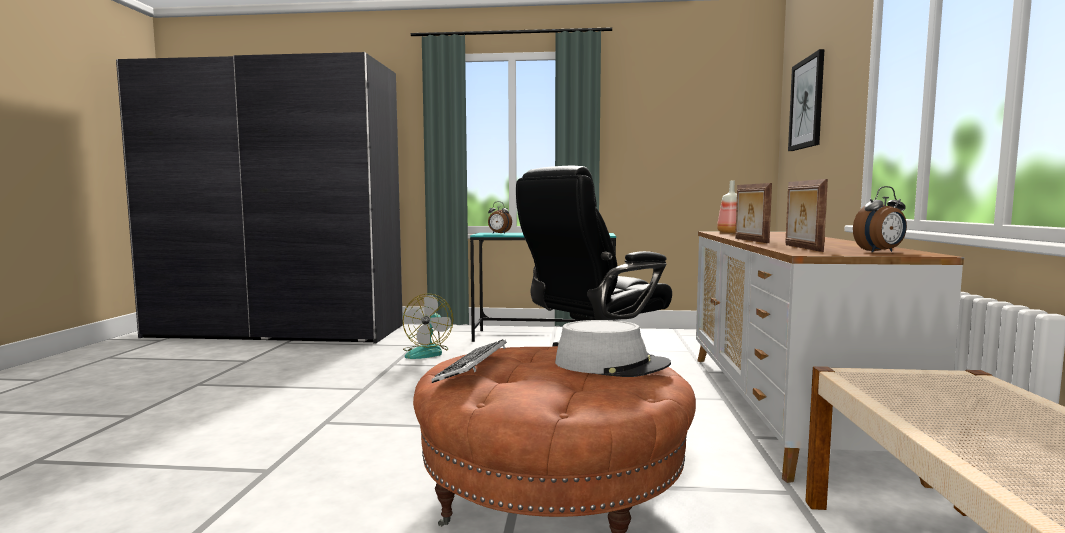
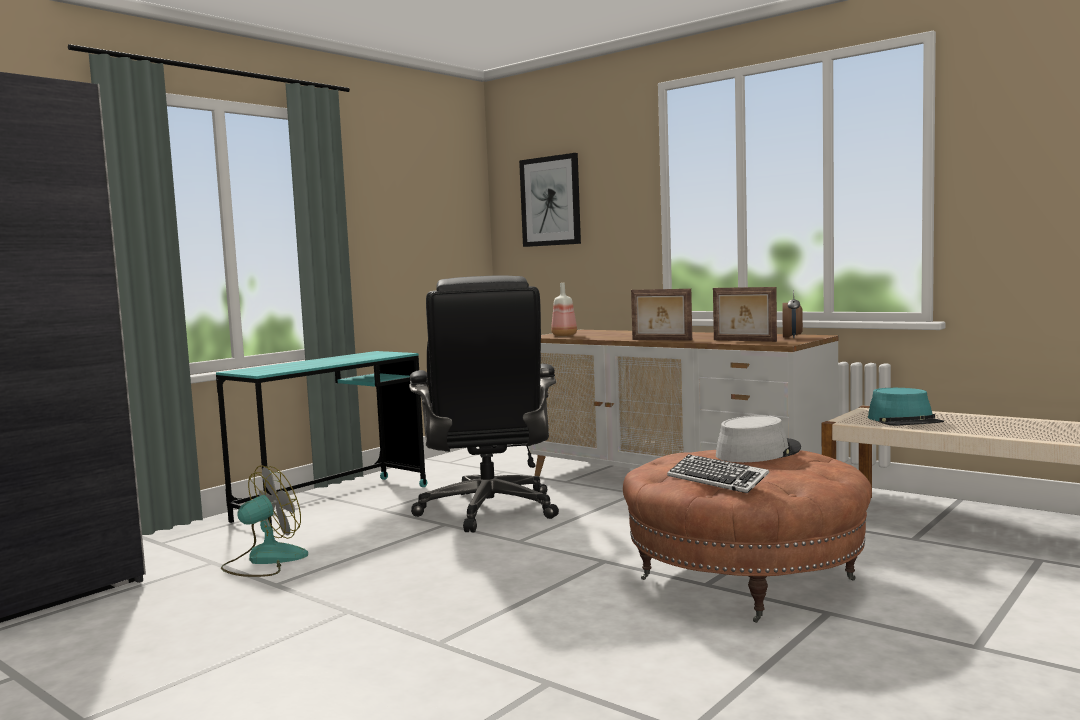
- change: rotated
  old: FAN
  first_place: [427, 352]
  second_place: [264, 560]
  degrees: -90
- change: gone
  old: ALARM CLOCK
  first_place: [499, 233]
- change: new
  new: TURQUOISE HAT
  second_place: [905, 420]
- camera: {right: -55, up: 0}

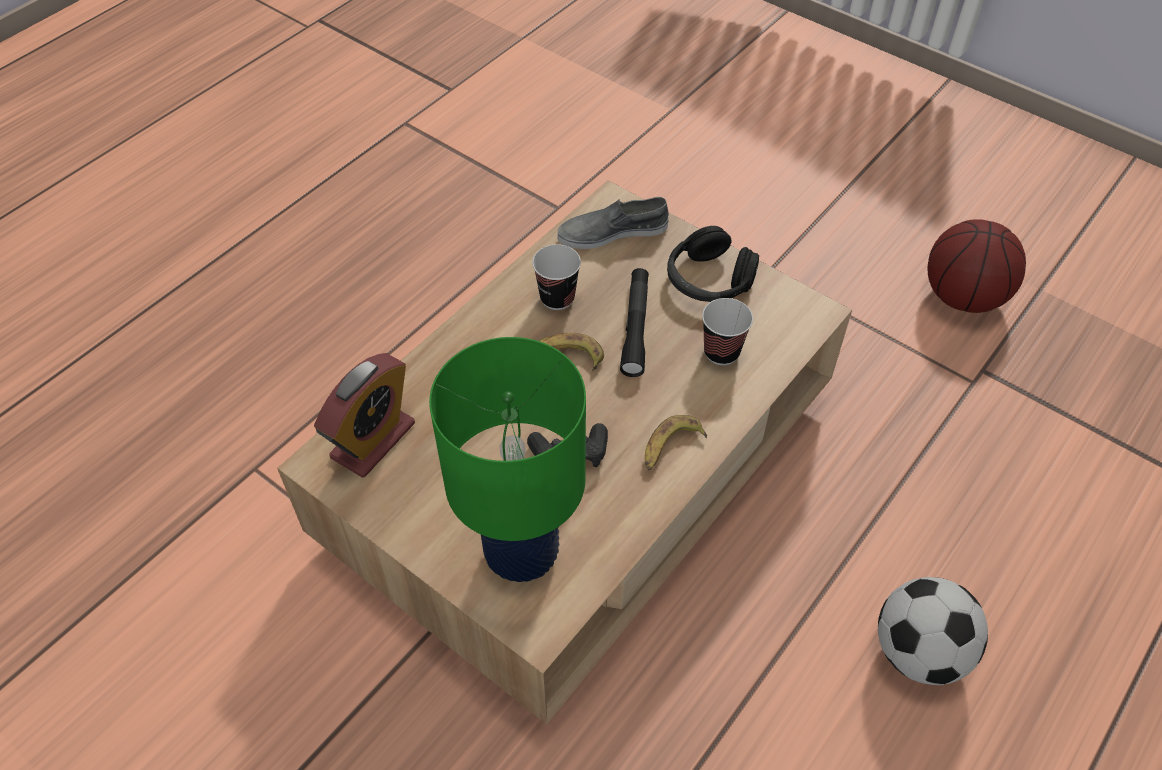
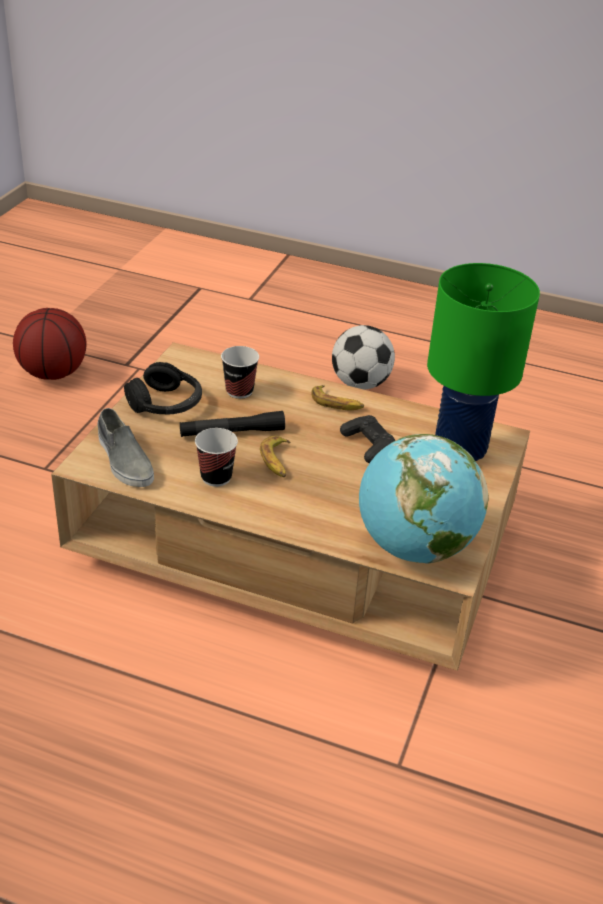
- change: swapped
  old: ALARM CLOCK
  new: GLOBE
  first_place: [373, 440]
  second_place: [414, 547]
- camera: {right: -110, up: -15}

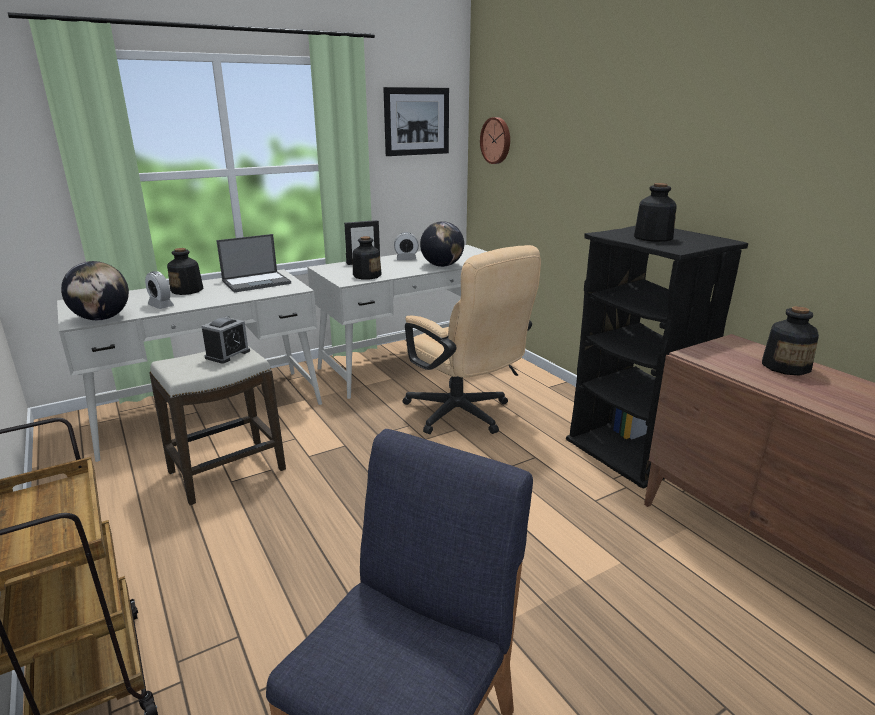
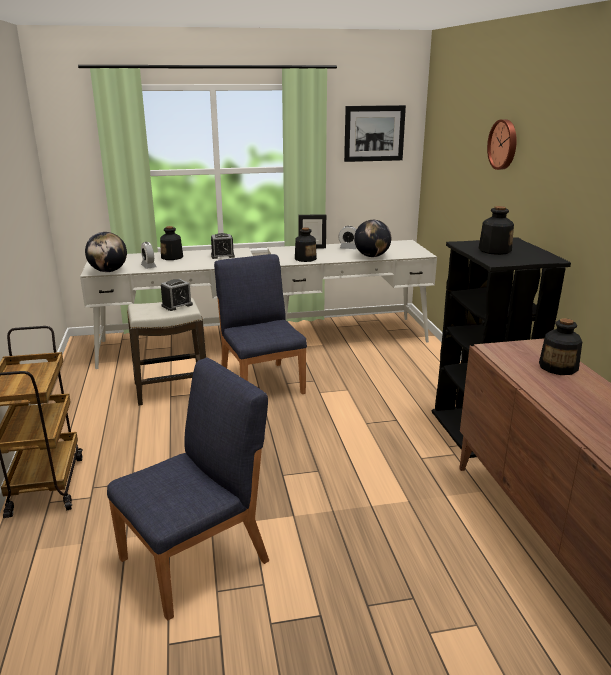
- change: swapped
  old: LAPTOP
  new: ALARM CLOCK
  first_place: [257, 282]
  second_place: [222, 256]
- change: gone
  old: BEIGE OFFICE CHAIR
  first_place: [464, 416]
- change: shifted
  old: WALL CLOCK
  first_place: [496, 140]
  second_place: [504, 144]
- change: new
  new: BLUE CHAIR
  second_place: [262, 383]
- camera: {right: 20, up: 0}

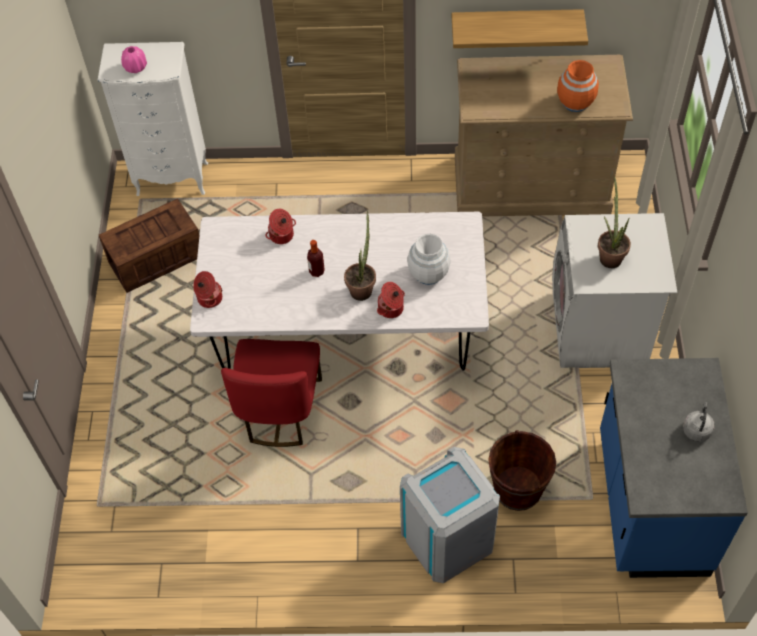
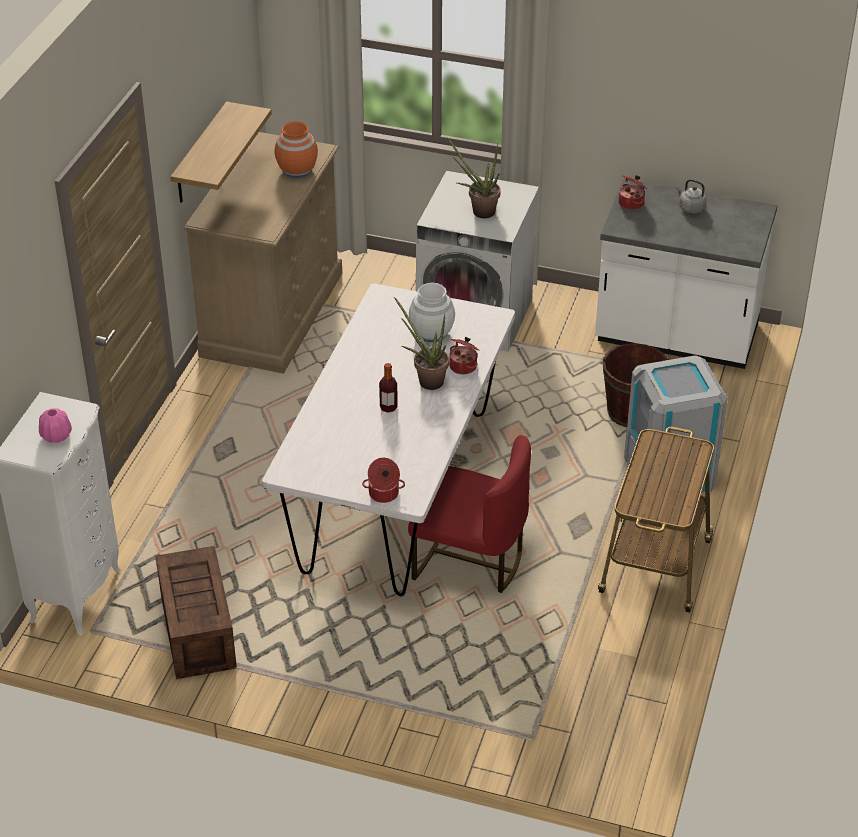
- change: shifted
  old: COOKING POT
  first_place: [282, 236]
  second_place: [632, 203]
- change: repainted
  old: BLUE COUNTER
  new: WHITE COUNTER
  first_place: [649, 504]
  second_place: [676, 337]
- change: new
  new: CART
  second_place: [654, 568]
- camera: {right: -75, up: -15}

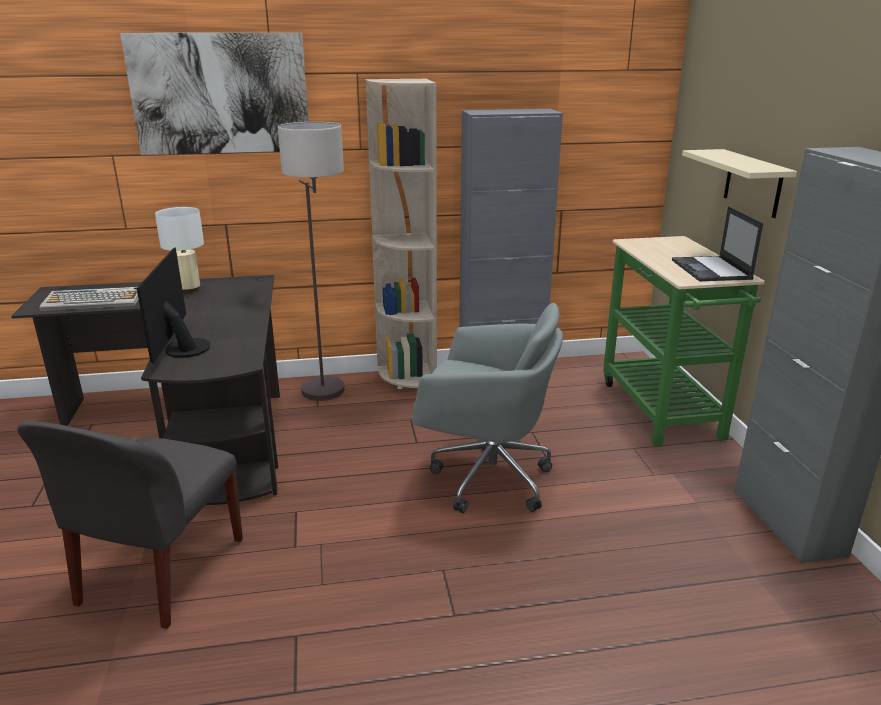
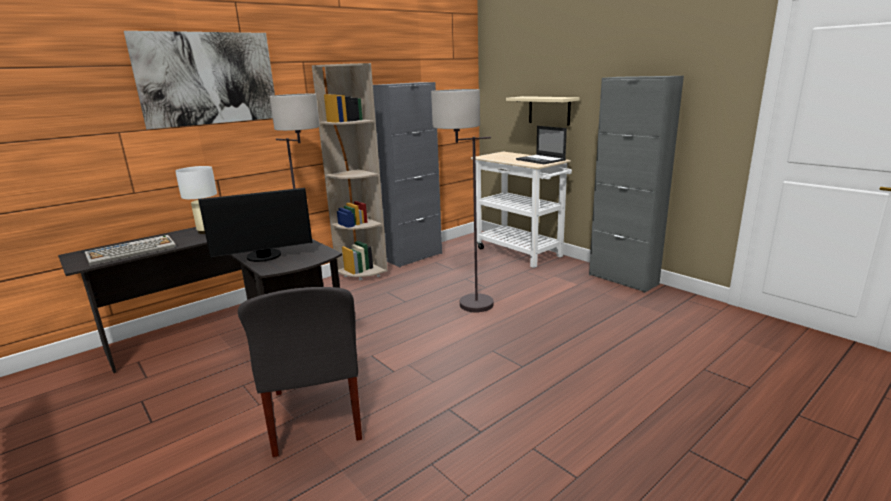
- change: rotated
  old: MONITOR
  first_place: [182, 349]
  second_place: [264, 257]
  degrees: -75
- change: swapped
  old: GREY OFFICE CHAIR
  new: GREY FLOOR LAMP
  first_place: [485, 479]
  second_place: [466, 306]
- change: repainted
  old: GREEN CART
  new: WHITE CART
  first_place: [661, 410]
  second_place: [519, 252]
- camera: {right: -30, up: -5}

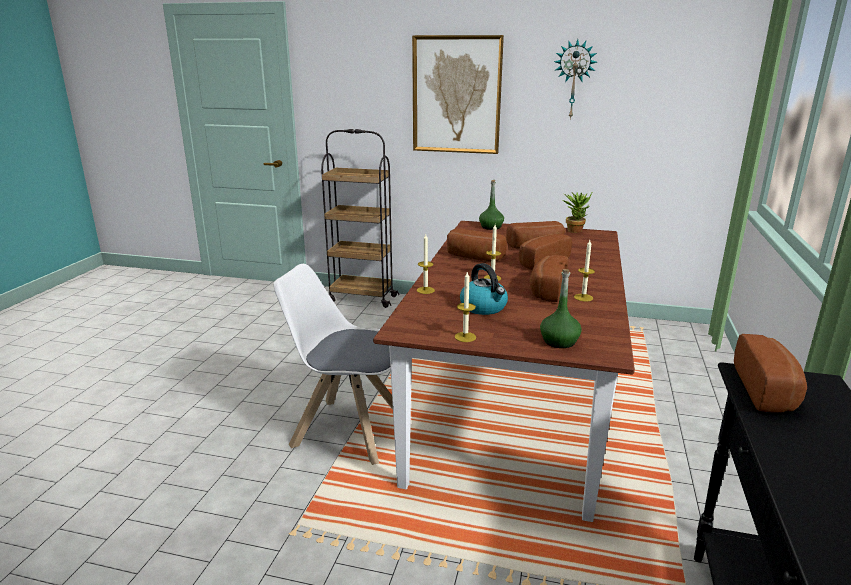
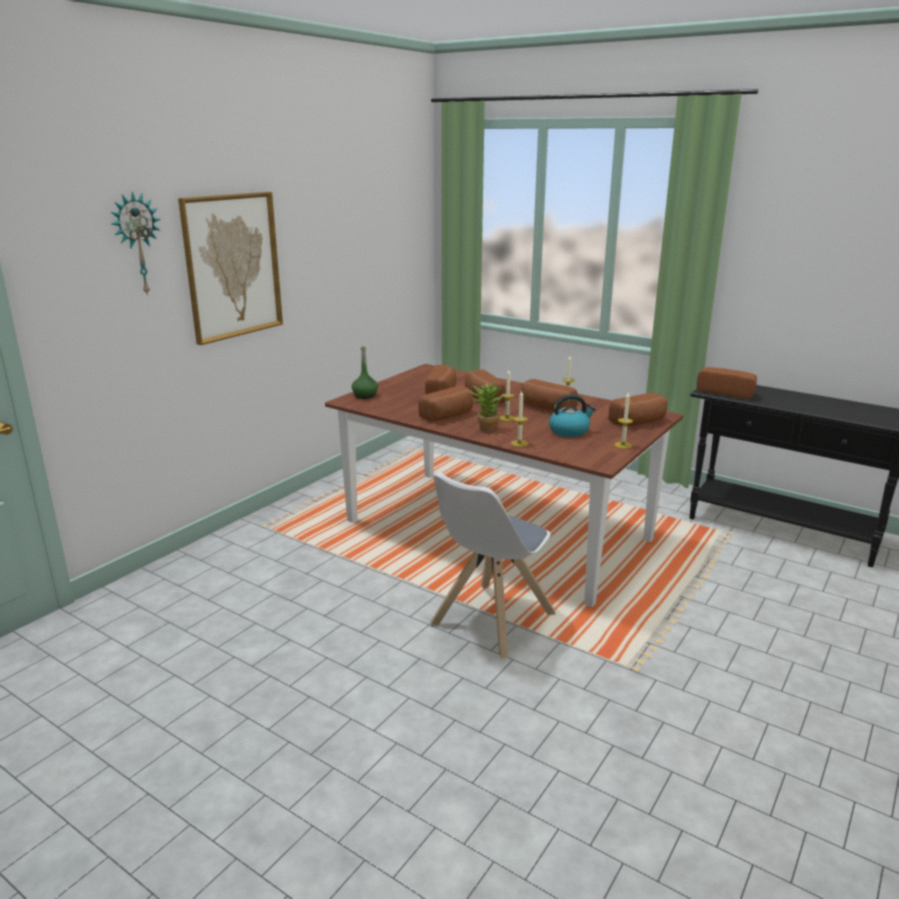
- change: gone
  old: BROWN CART
  first_place: [362, 299]
- change: swapped
  old: GREEN BOTTLE
  new: BREAD
  first_place: [559, 341]
  second_place: [640, 422]
- change: shifted
  old: WALL CLOCK
  first_place: [574, 79]
  second_place: [137, 244]
- change: shifted
  old: POTTED PLANT
  first_place: [575, 230]
  second_place: [485, 427]
- camera: {right: -70, up: 0}

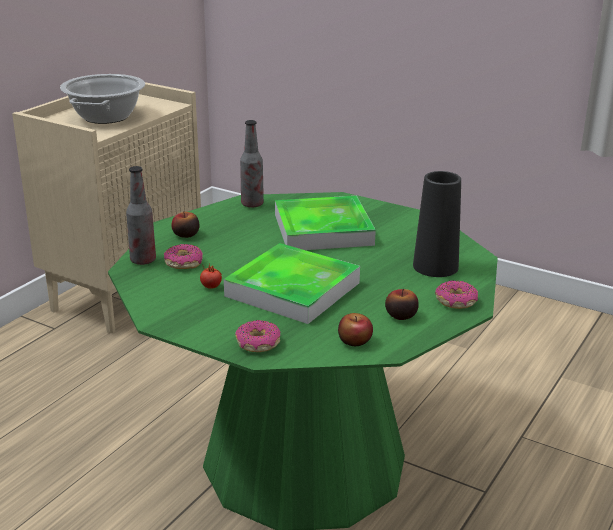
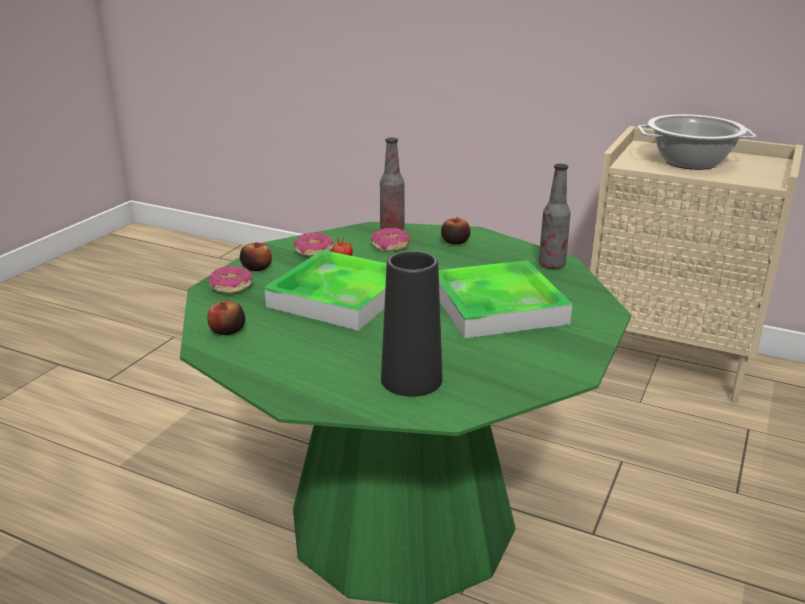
- change: shifted
  old: APPLE
  first_place: [401, 315]
  second_place: [256, 267]
- change: shifted
  old: DONUT
  first_place: [456, 301]
  second_place: [313, 251]
- camera: {right: 85, up: 0}

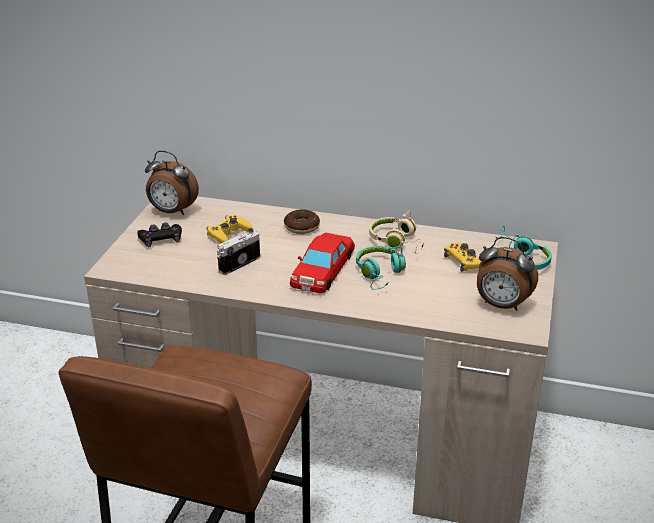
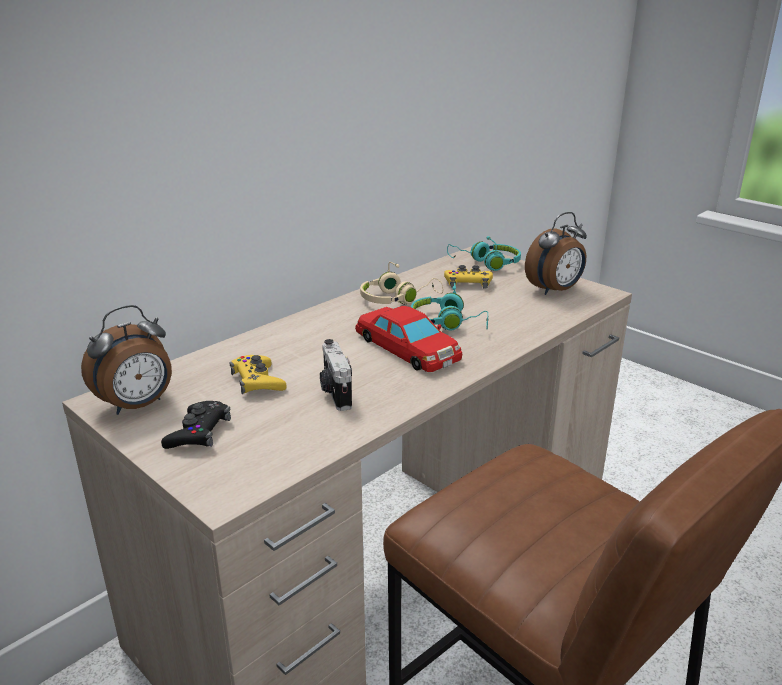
- change: gone
  old: DONUT
  first_place: [301, 227]
- camera: {right: -60, up: -5}

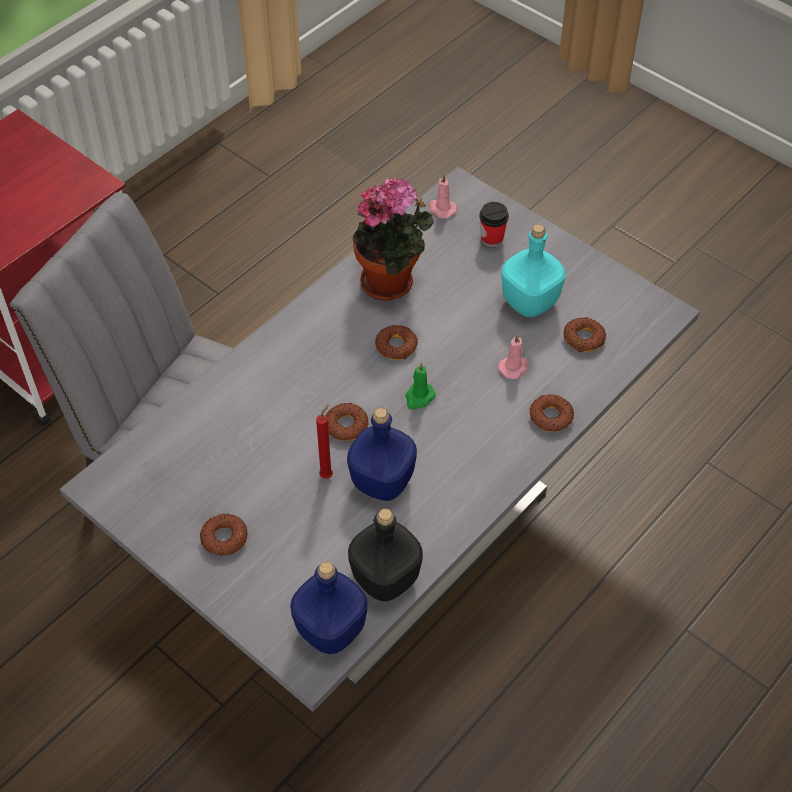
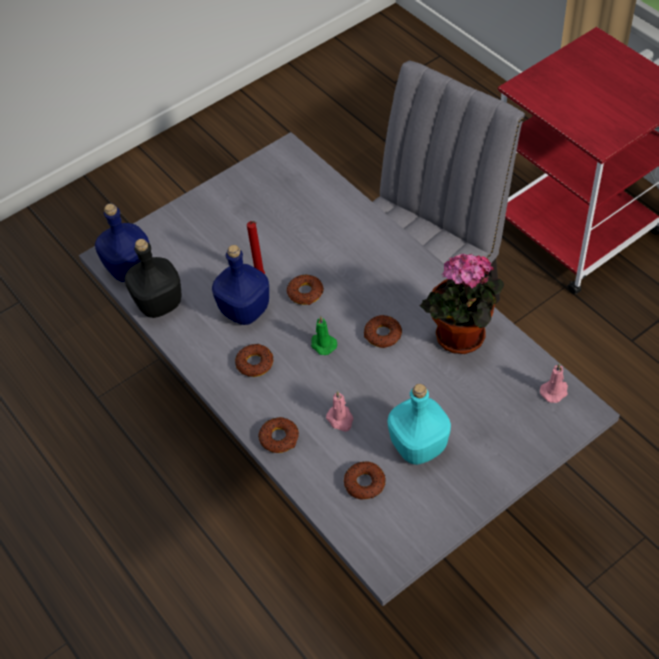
- change: shifted
  old: DONUT
  first_place: [224, 538]
  second_place: [255, 363]
- change: gone
  old: CUP
  first_place: [492, 239]
- camera: {right: 105, up: 0}

